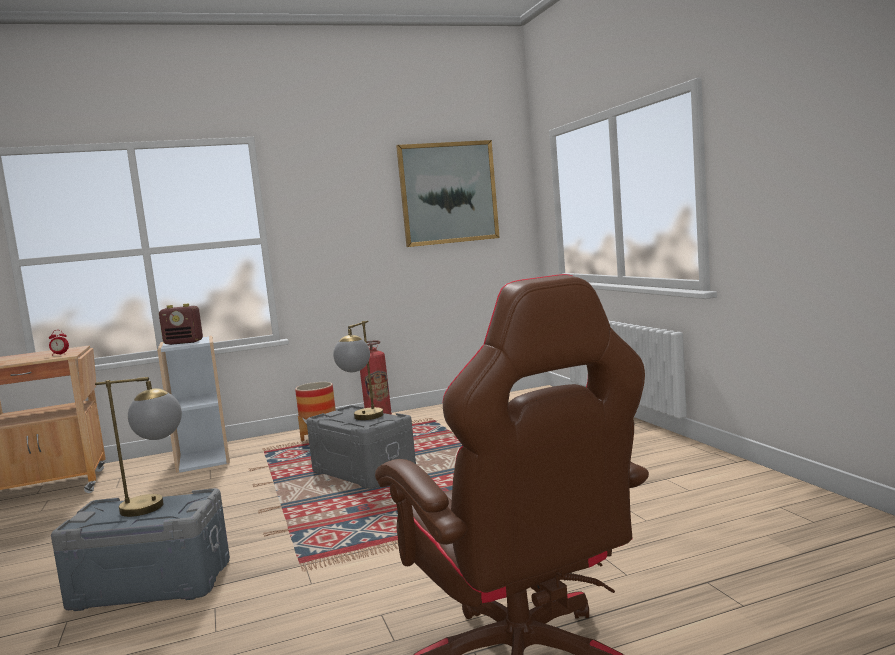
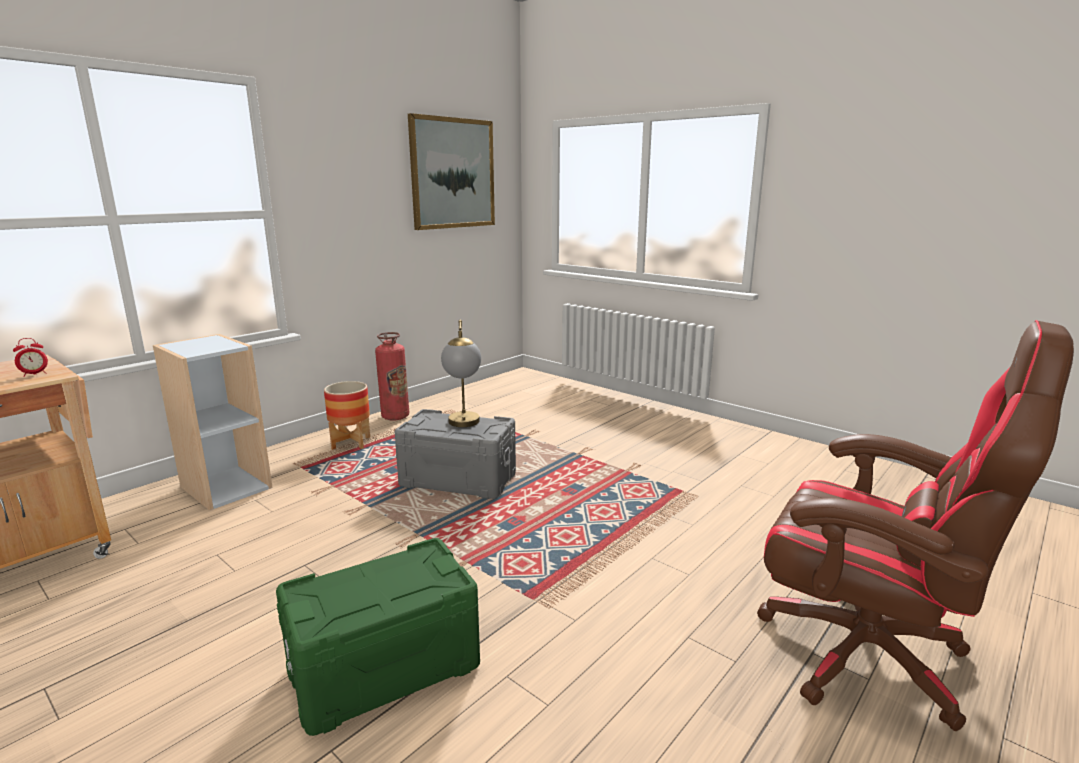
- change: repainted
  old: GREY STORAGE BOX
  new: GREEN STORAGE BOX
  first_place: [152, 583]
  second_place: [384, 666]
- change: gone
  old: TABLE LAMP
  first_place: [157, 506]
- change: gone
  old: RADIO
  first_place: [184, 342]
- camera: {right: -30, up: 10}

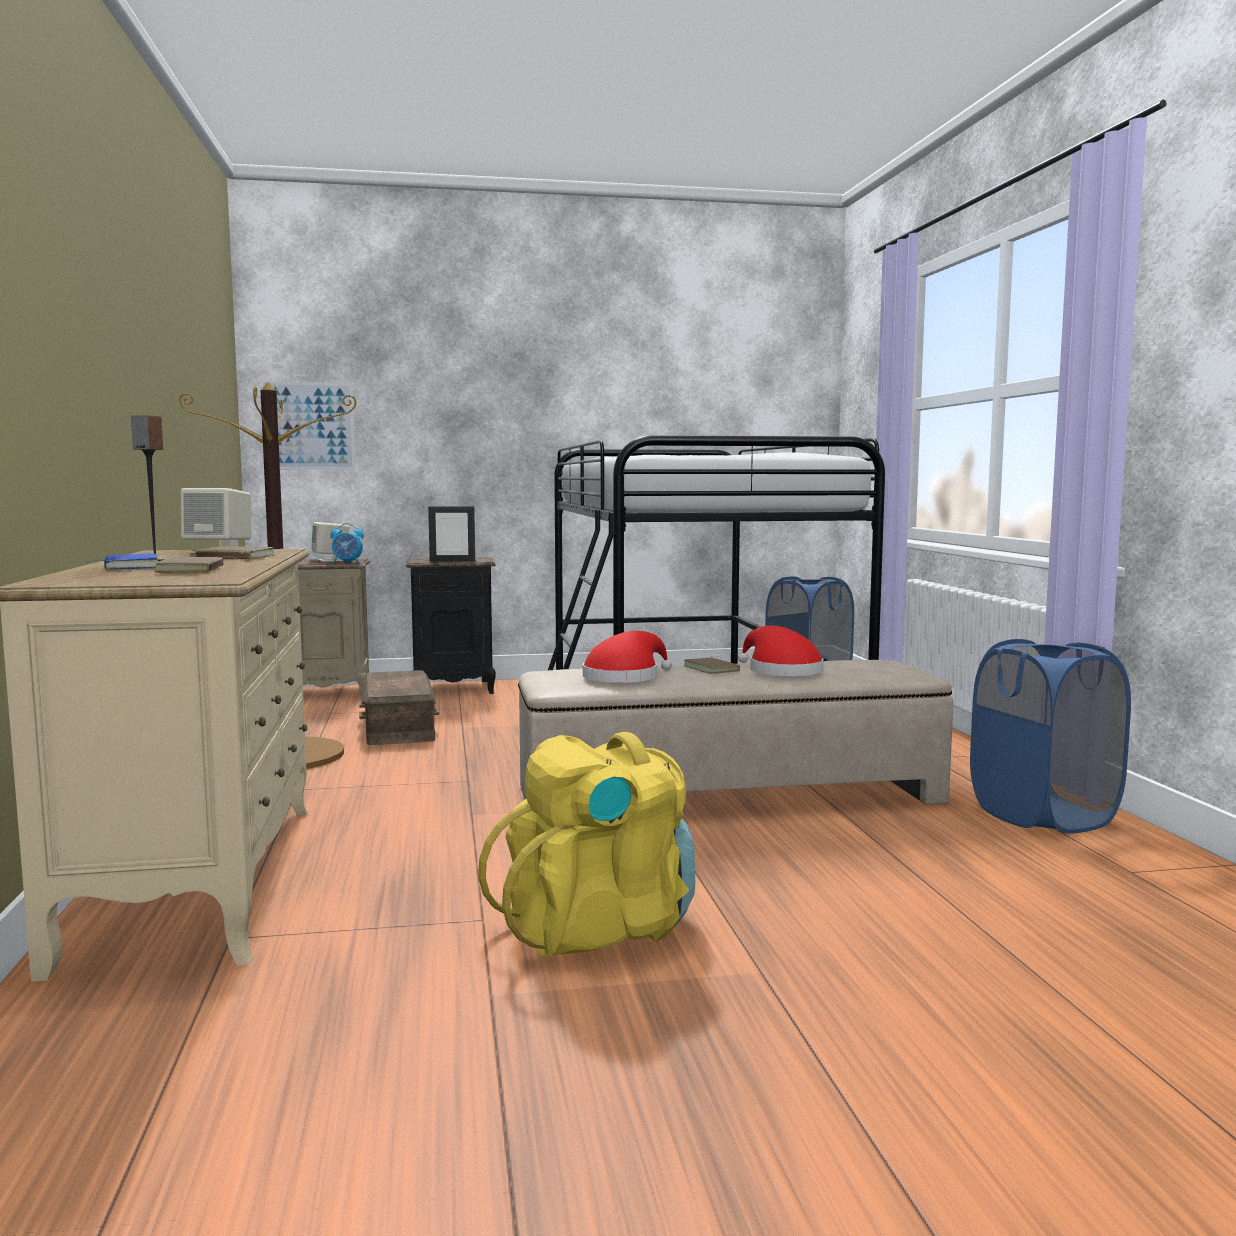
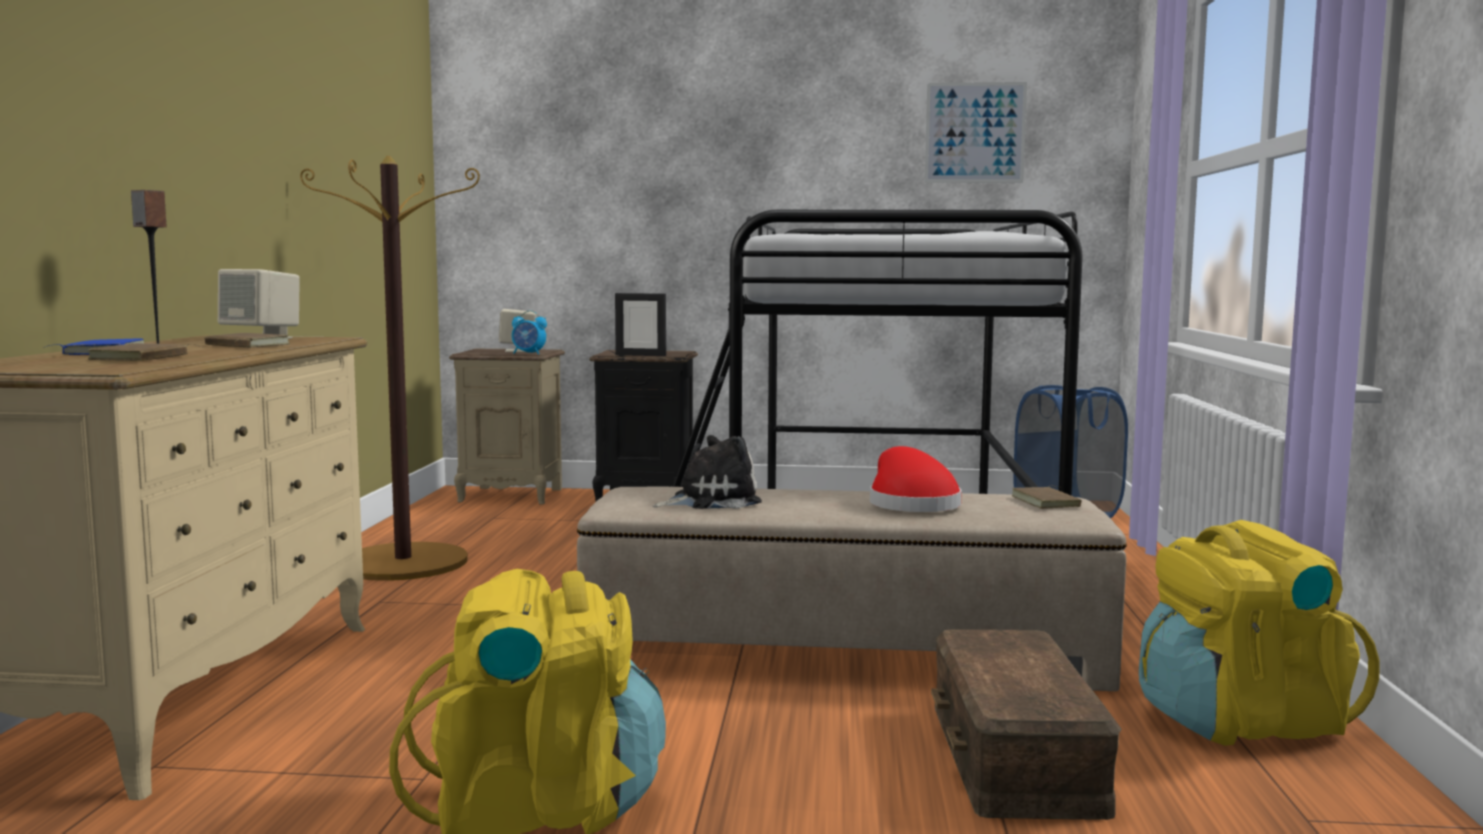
- change: shifted
  old: PICTURE
  first_place: [309, 426]
  second_place: [975, 132]
- change: shifted
  old: BROWN STORAGE BOX
  first_place: [400, 727]
  second_place: [1018, 756]
- change: swapped
  old: RED HAT
  new: PLUSH TOY
  first_place: [625, 677]
  second_place: [710, 501]
- change: shifted
  old: BROWN BOOK
  first_place: [713, 669]
  second_place: [1048, 502]
- change: swapped
  old: BLUE LAUNDRY BASKET
  new: YELLOW BACKPACK
  first_place: [1043, 815]
  second_place: [1240, 722]
- camera: {right: 15, up: 0}

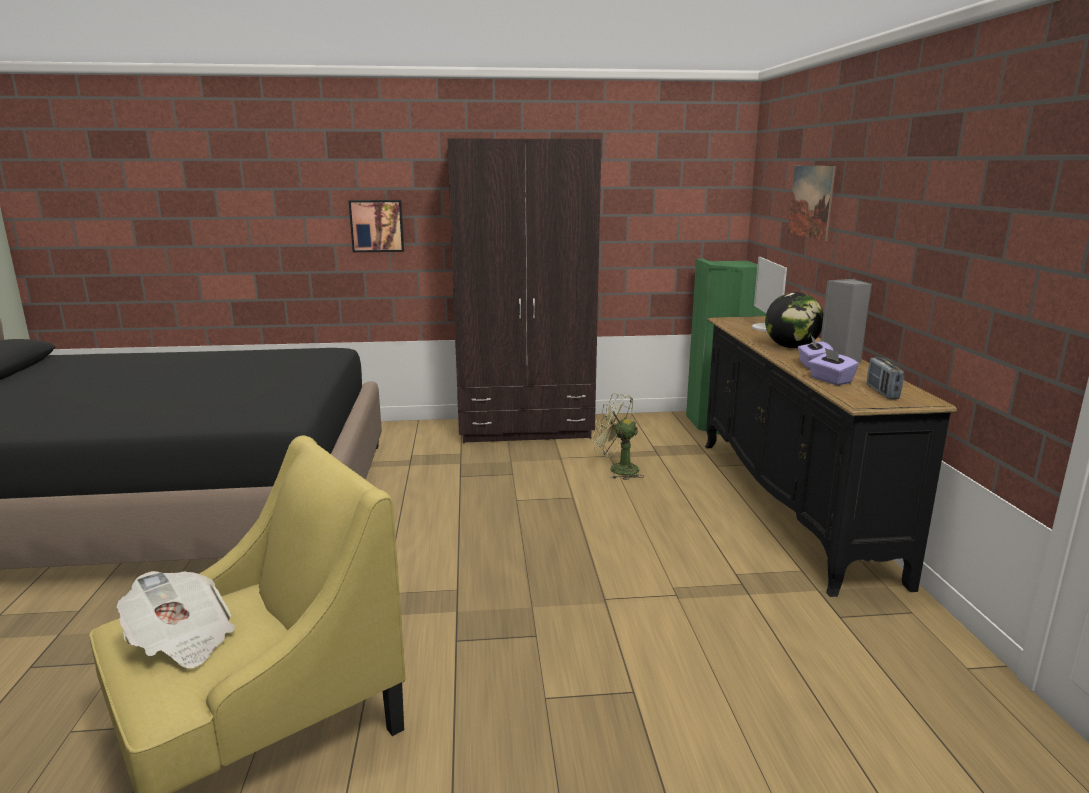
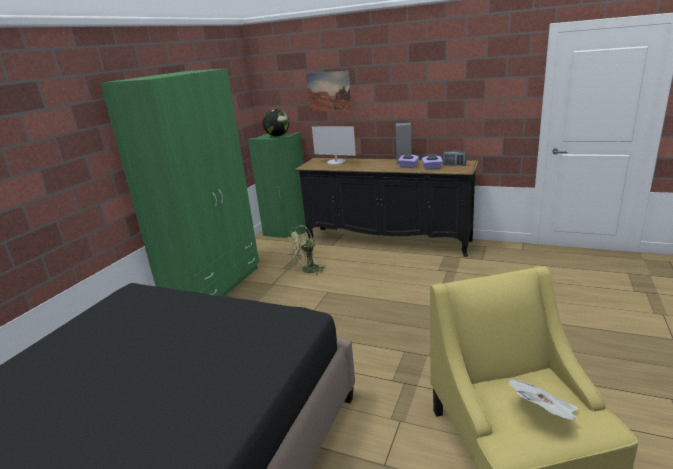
- change: gone
  old: PICTURE
  first_place: [377, 225]
- change: repainted
  old: BROWN WARDROBE
  new: GREEN WARDROBE
  first_place: [525, 430]
  second_place: [214, 287]
- change: shifted
  old: GLOBE
  first_place: [791, 347]
  second_place: [277, 136]
- camera: {right: -60, up: 5}

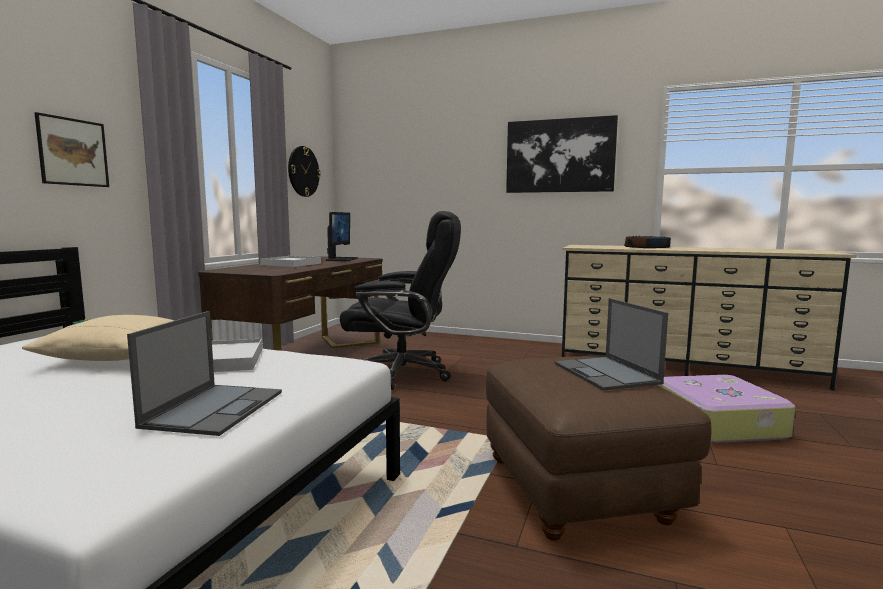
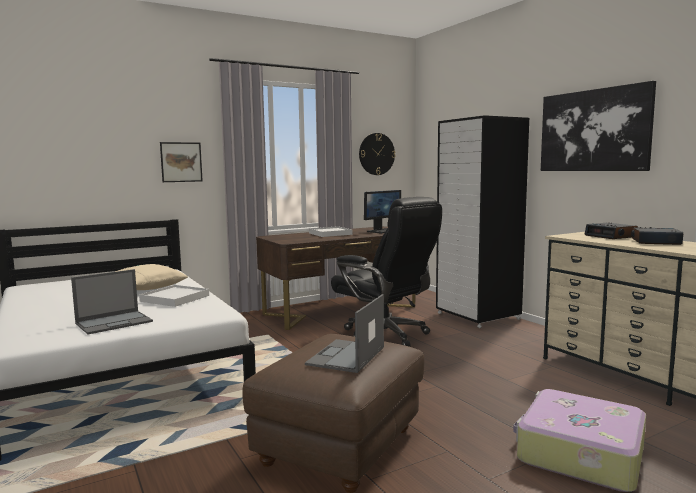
- change: new
  new: WARDROBE
  second_place: [478, 316]
- change: new
  new: ALARM CLOCK
  second_place: [611, 236]
- camera: {right: 40, up: 0}

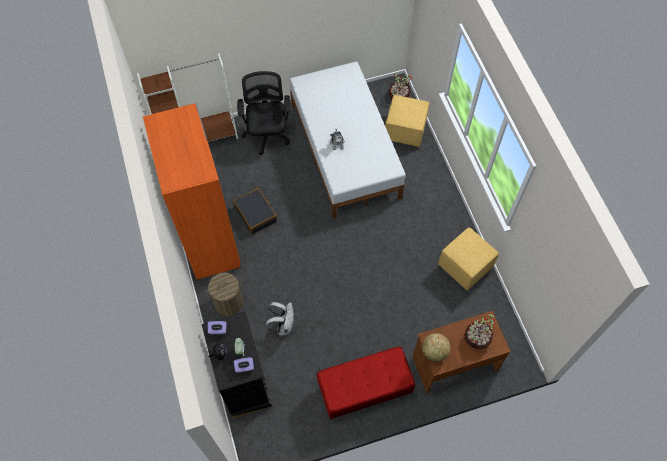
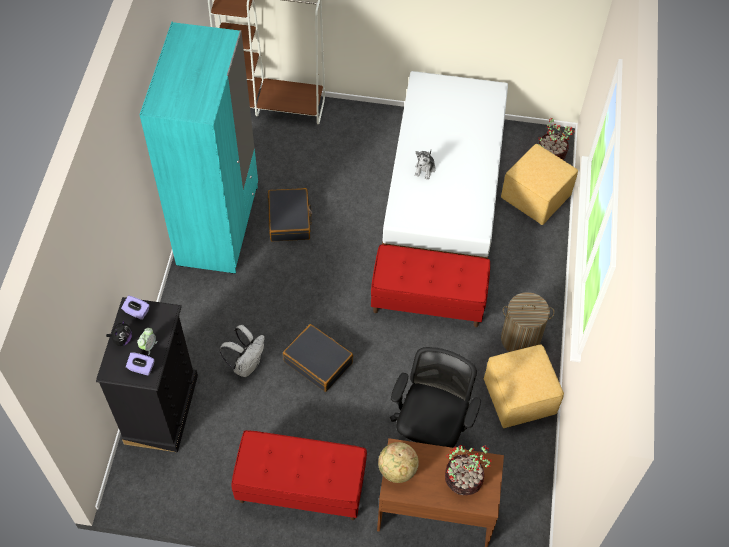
- change: repainted
  old: ORANGE WARDROBE
  new: TURQUOISE WARDROBE
  first_place: [210, 239]
  second_place: [218, 225]
- change: shifted
  old: LAUNDRY BASKET
  first_place: [229, 302]
  second_place: [520, 339]
- change: shifted
  old: BLACK OFFICE CHAIR
  first_place: [268, 137]
  second_place: [429, 436]
- change: new
  new: BLACK SUITCASE
  second_place: [318, 362]
- change: new
  new: RED BENCH
  second_place: [428, 300]
- camera: {right: 25, up: -5}

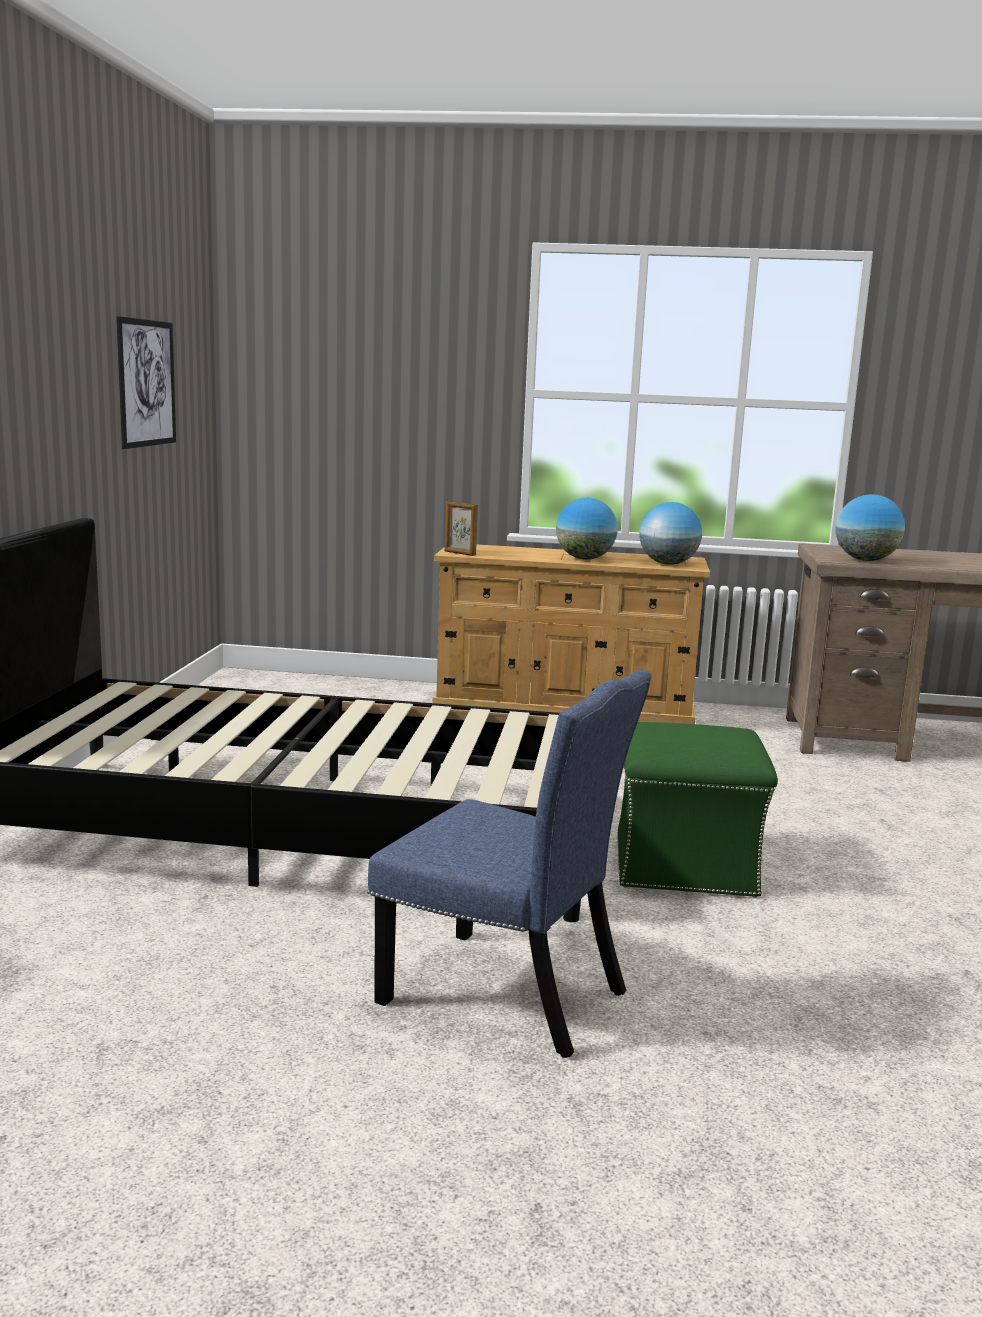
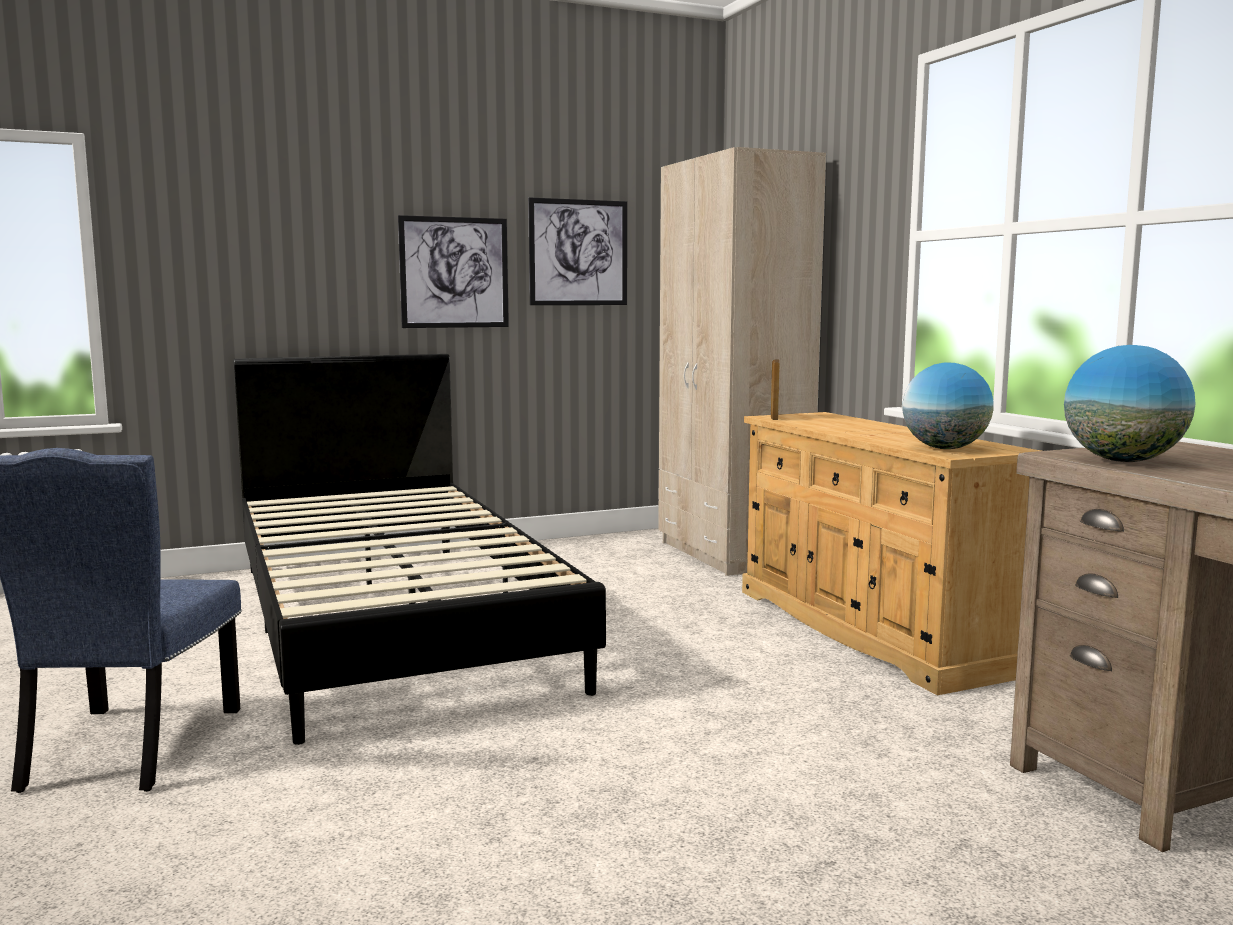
- change: gone
  old: GLOBE
  first_place: [584, 559]
- change: gone
  old: GREEN OTTOMAN
  first_place: [686, 864]
- change: new
  new: PICTURE
  second_place: [454, 272]
- change: new
  new: BEIGE WARDROBE
  second_place: [731, 554]
- camera: {right: 60, up: -5}

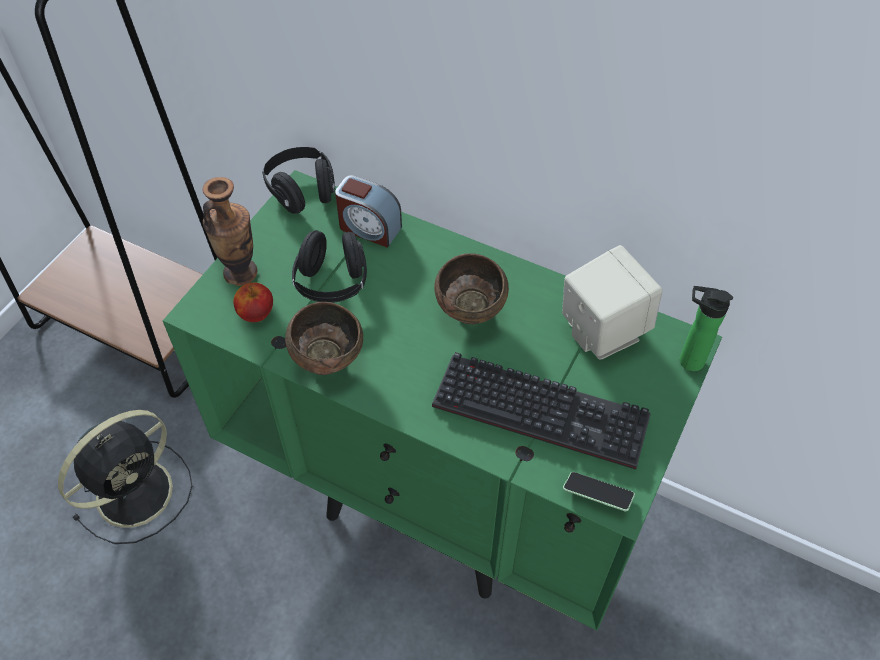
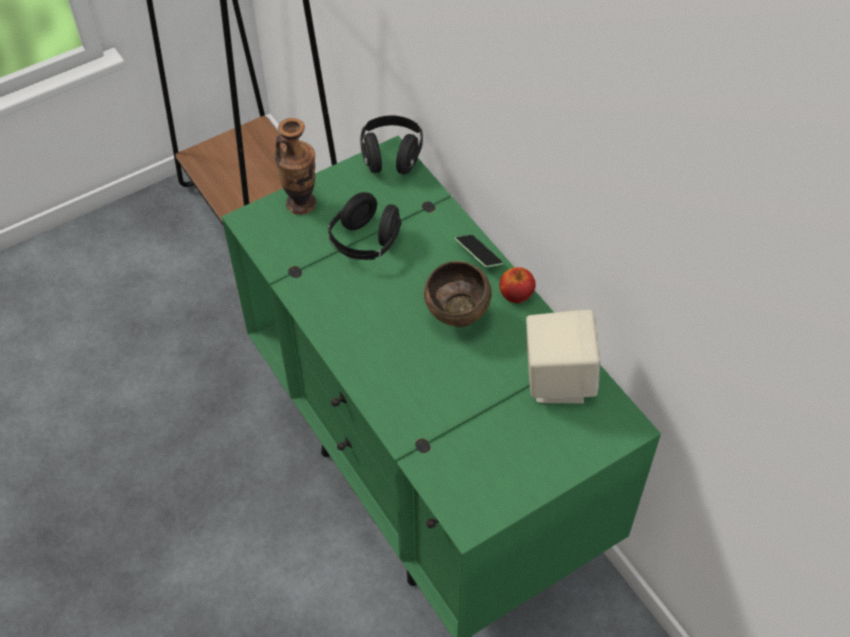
- change: gone
  old: BLACK FAN
  first_place: [137, 490]
- change: shifted
  old: APPLE
  first_place: [256, 314]
  second_place: [516, 295]
- change: gone
  old: BROWN BOWL
  first_place: [329, 362]
- change: gone
  old: ALARM CLOCK
  first_place: [369, 228]
- change: gone
  old: KEYBOARD
  first_place: [545, 409]
- change: shifted
  old: PHONE
  first_place: [597, 495]
  second_place: [478, 255]
- change: gone
  old: BOTTLE
  first_place: [687, 360]
- camera: {right: 30, up: 0}

